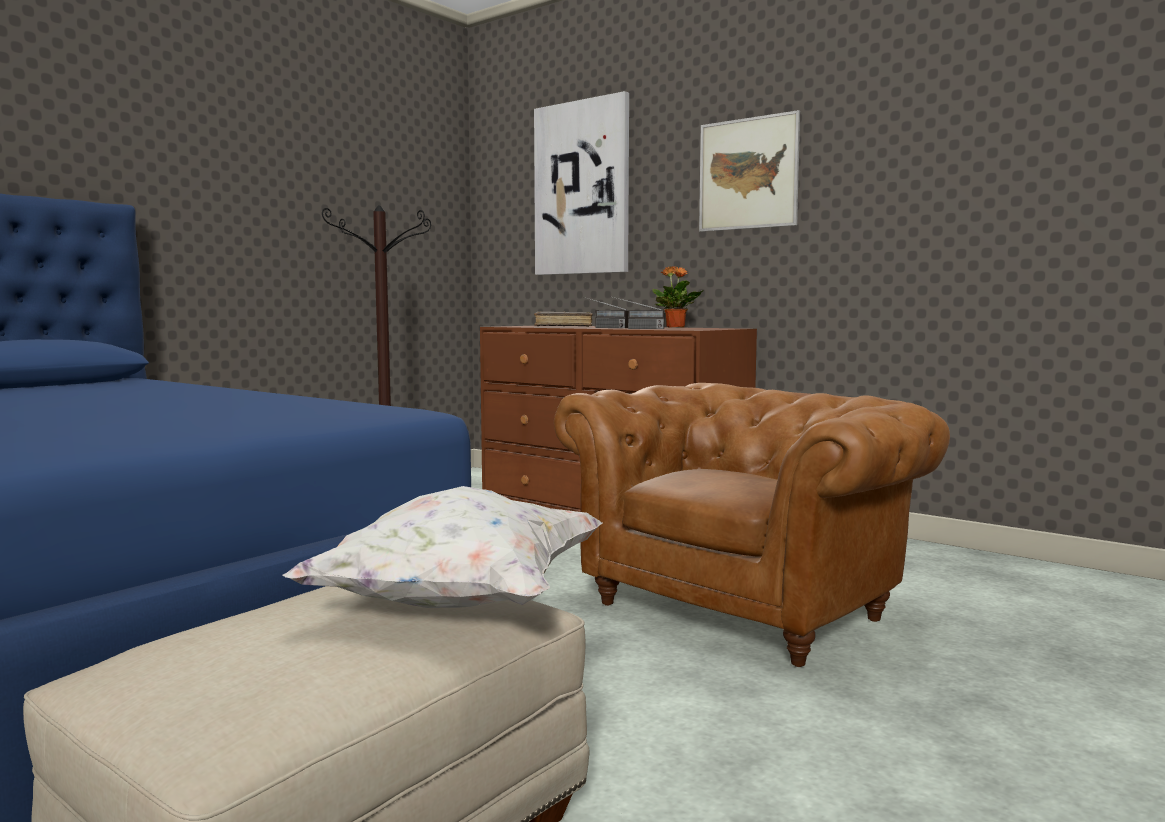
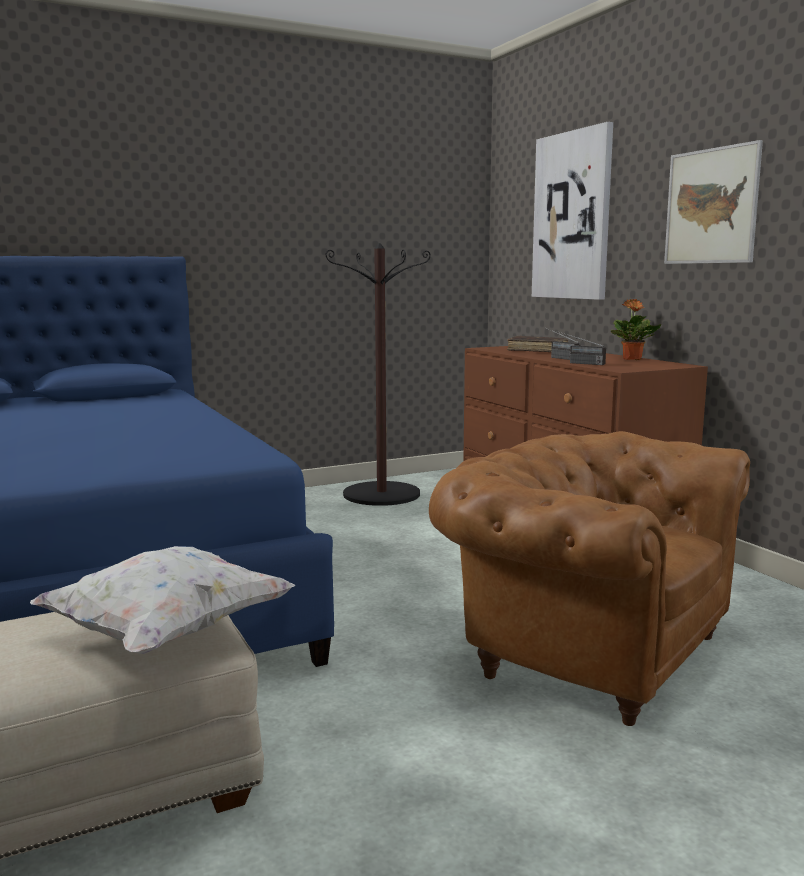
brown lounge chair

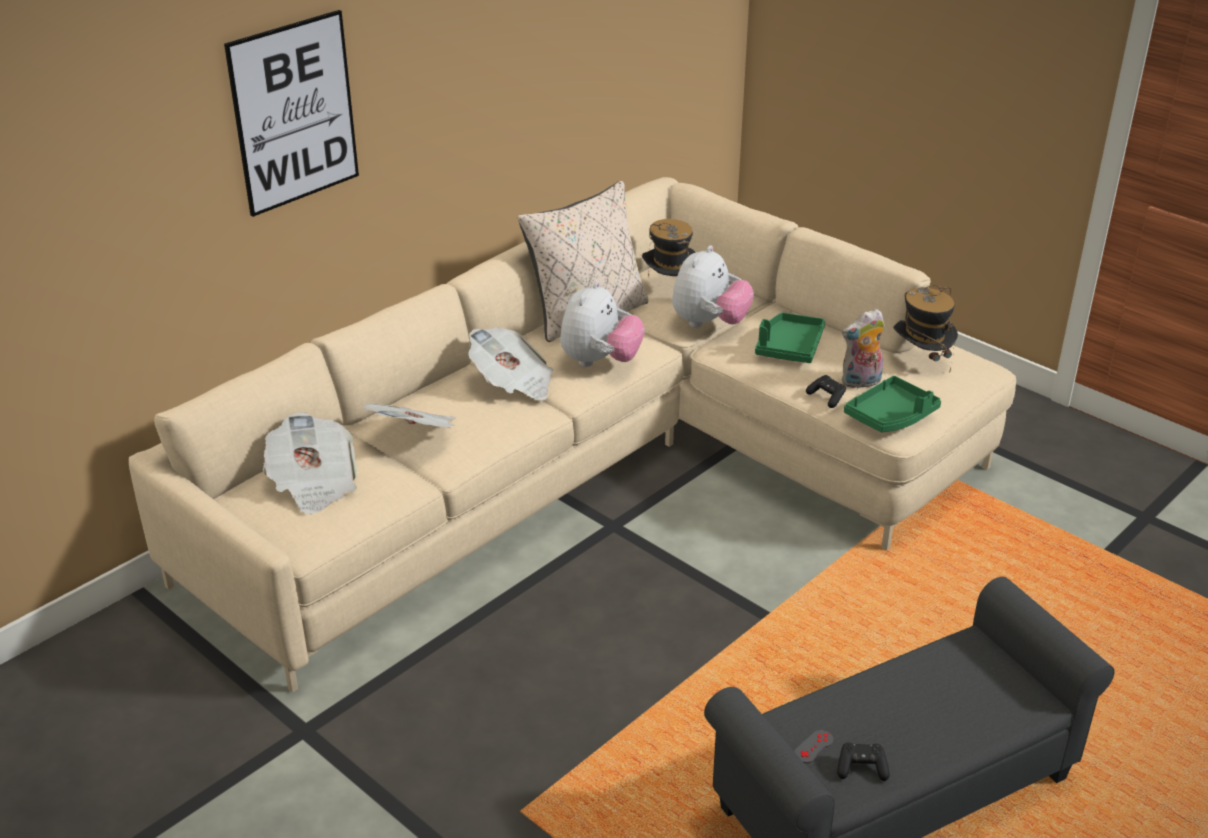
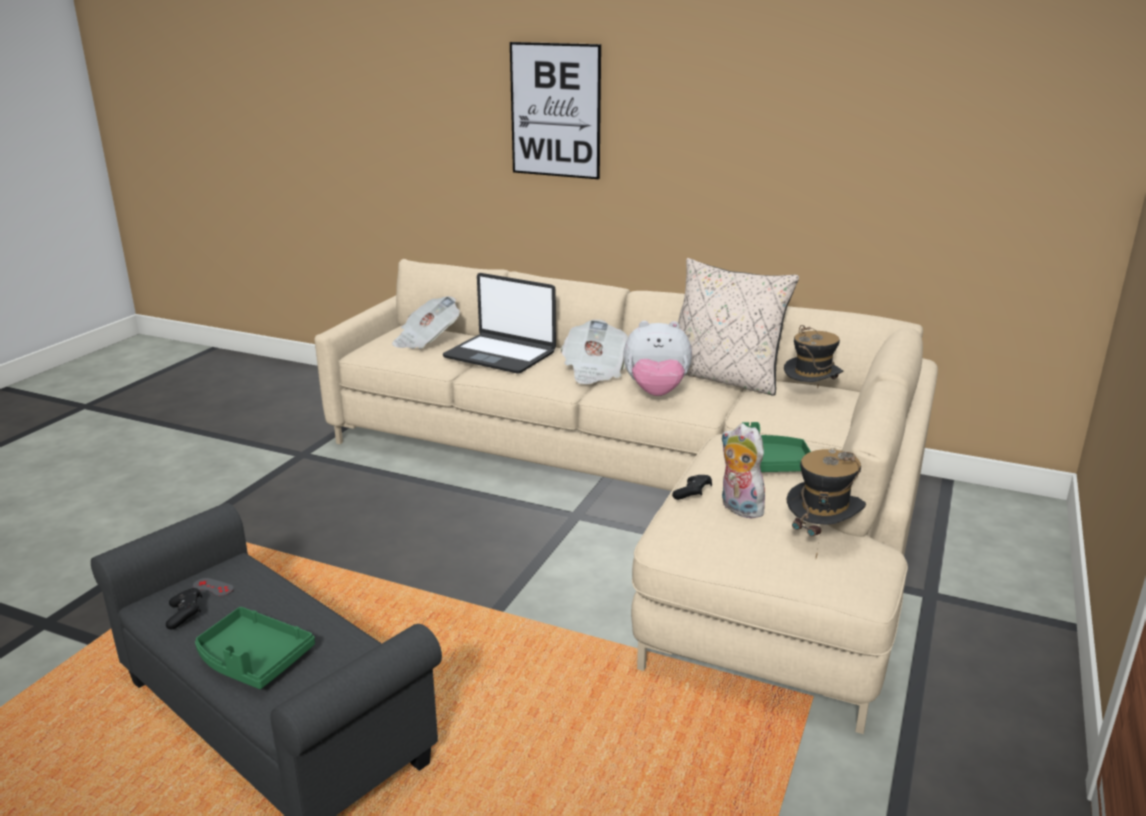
green tray (1st from left)
laptop
soft toy (2nd from left in the first image)

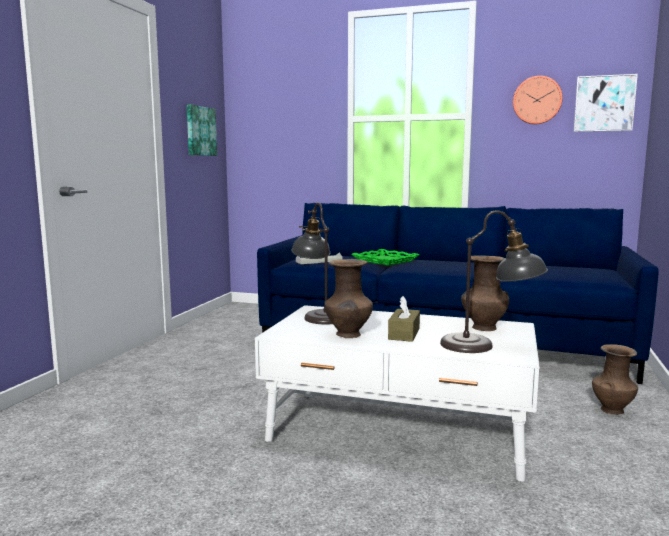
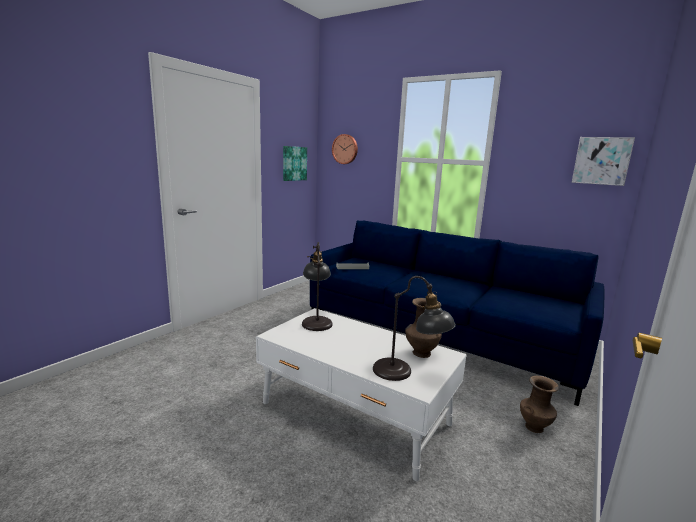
wall clock
brown flower vase (1st from left in the first image)
green tray
brown tissue box

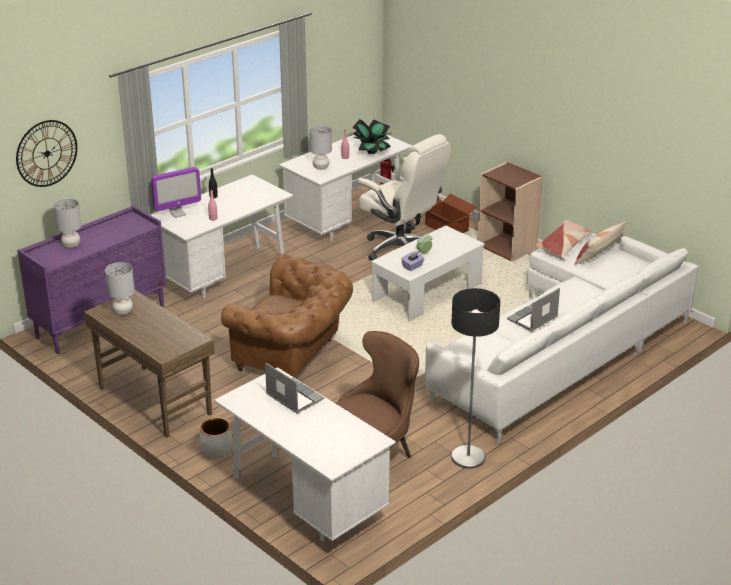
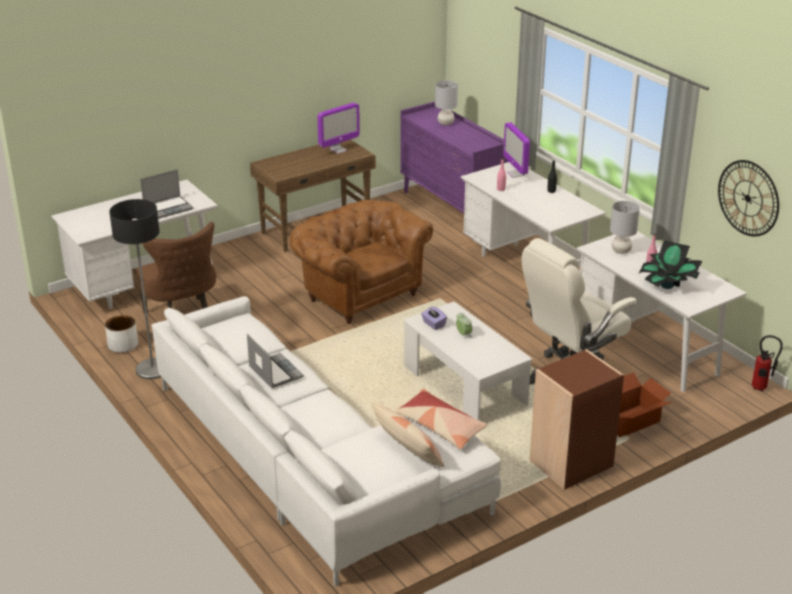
white-coloured plant pot
brown lounge chair
computer screen (1st from left)
wall clock

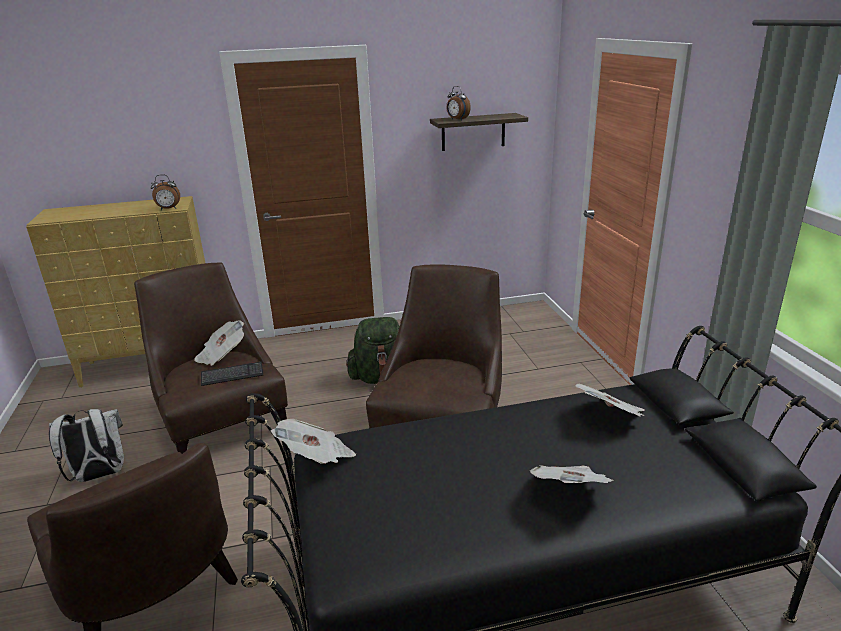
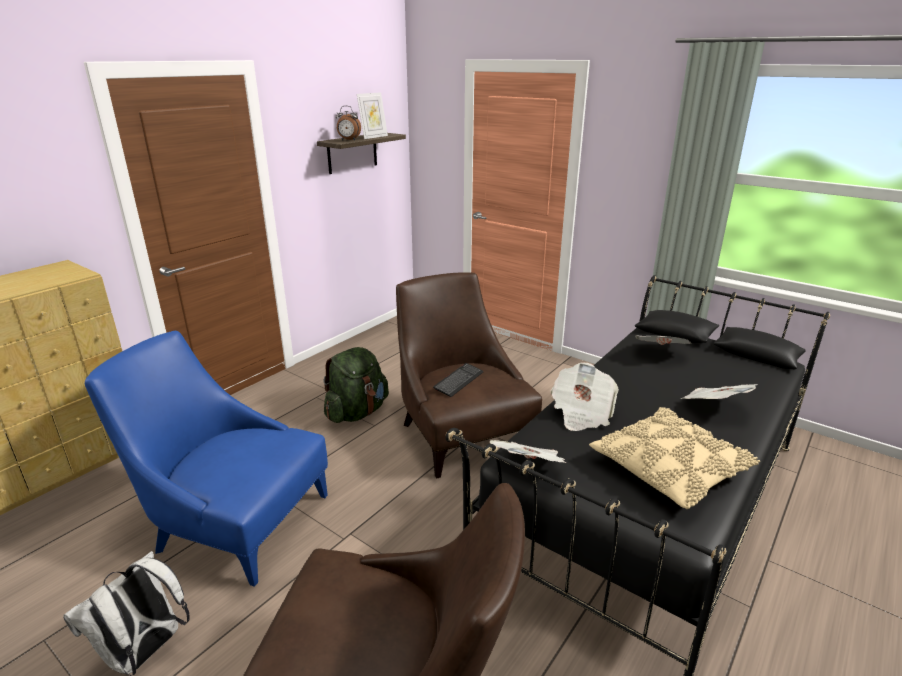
blue-coloured lounge chair
photo frame
computer keyboard
newspaper (2nd from left)
beige pillow
alarm clock (1st from left in the first image)

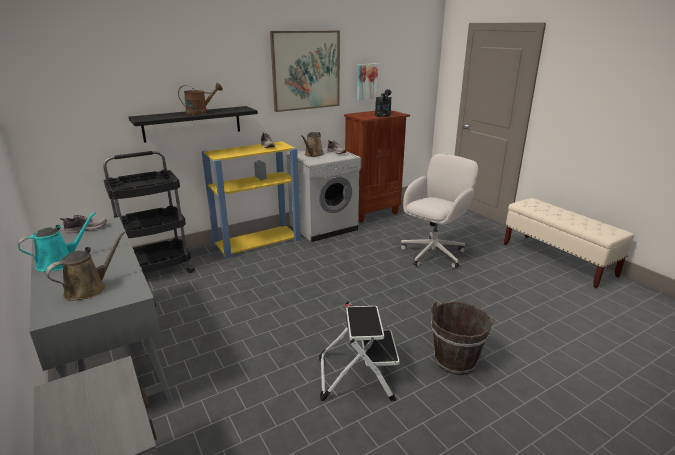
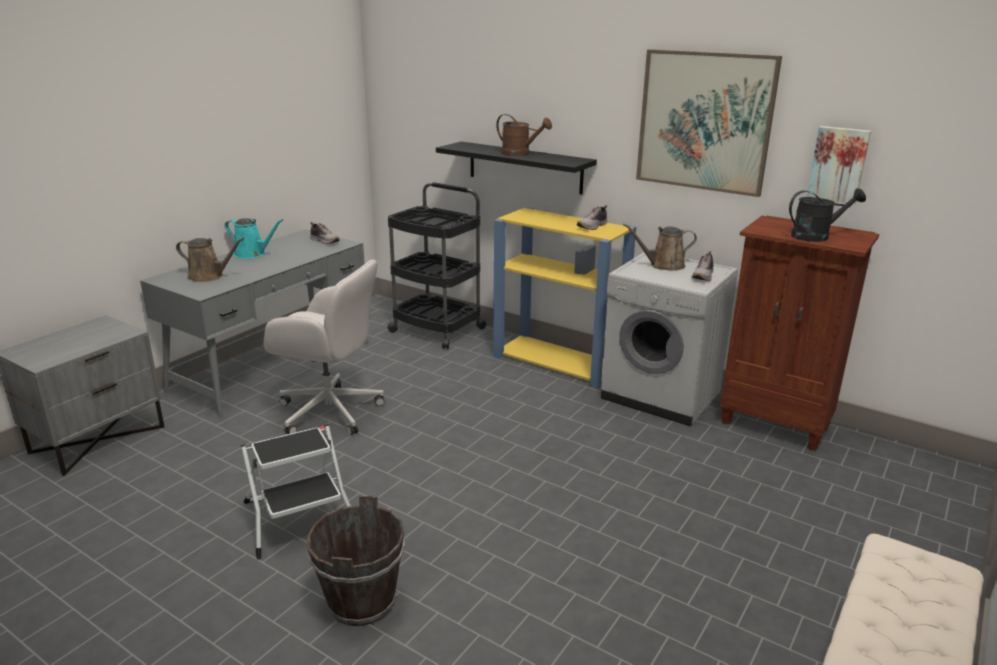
white-coloured computer chair

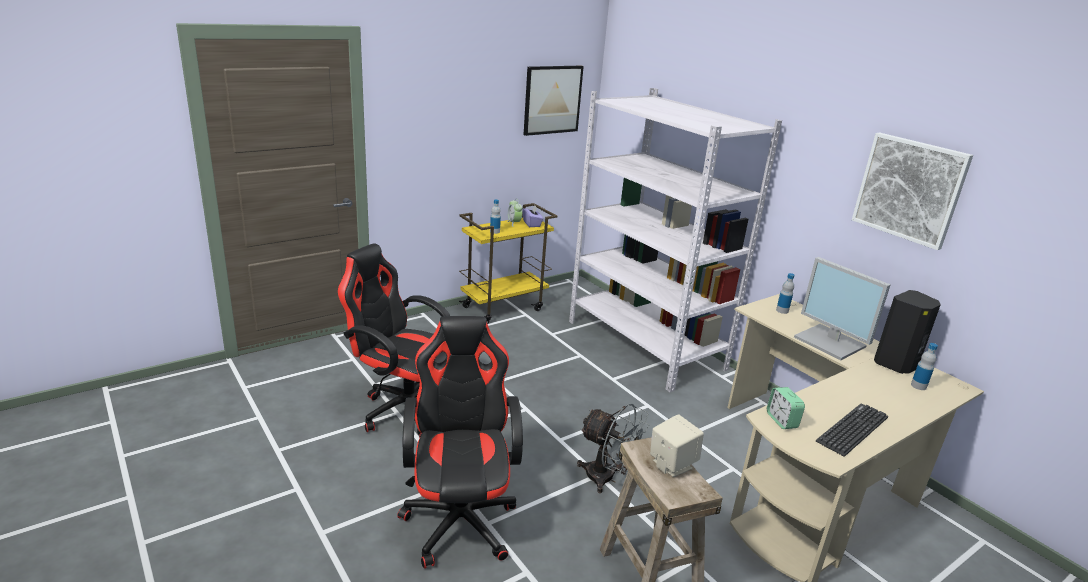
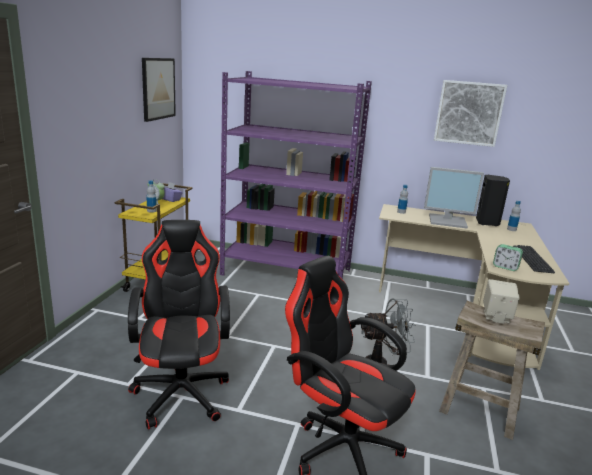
black computer chair (1st from left)
purple-coloured shelving unit

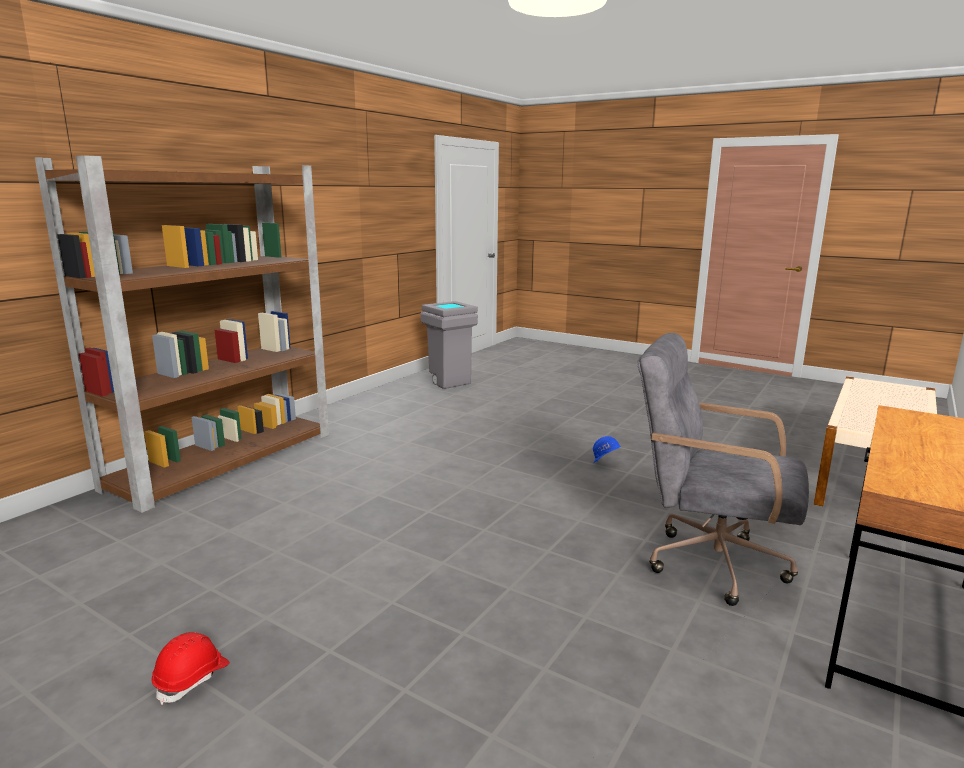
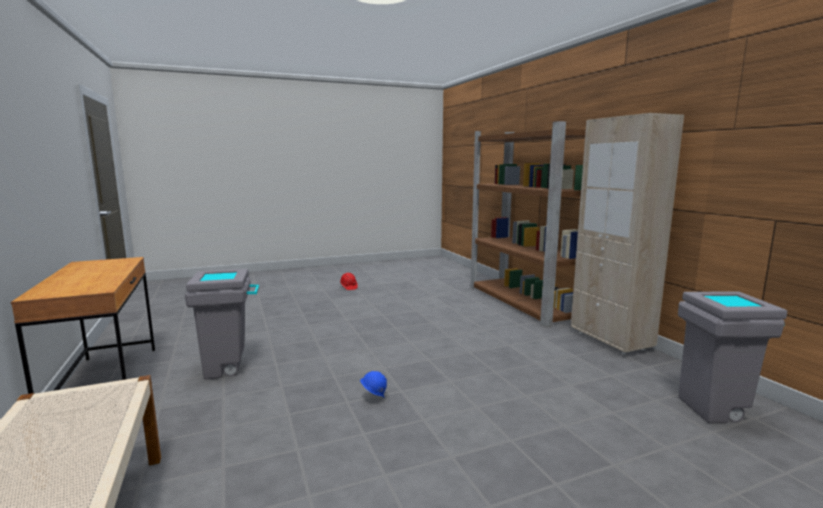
grey rubbish bin (1st from left)
beige cupboard

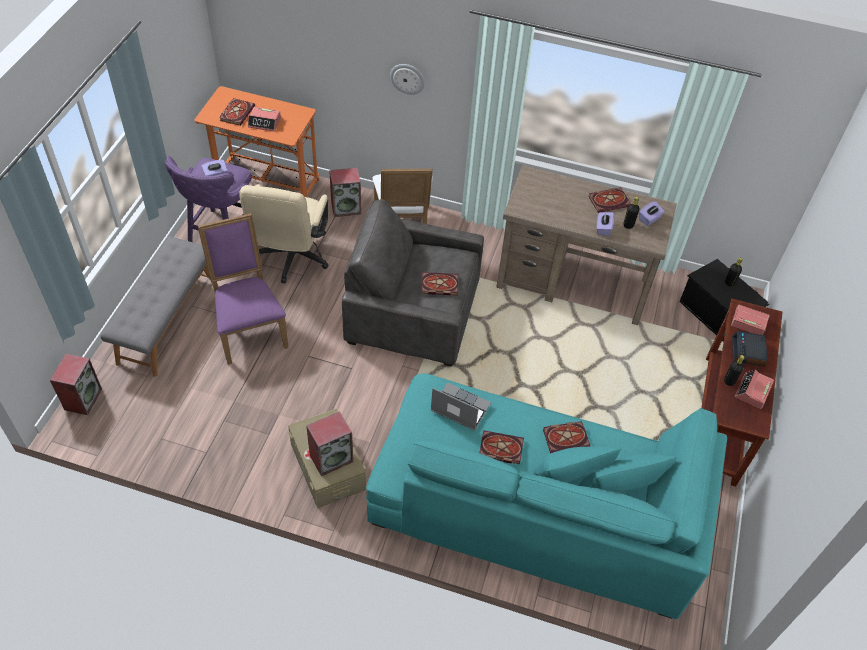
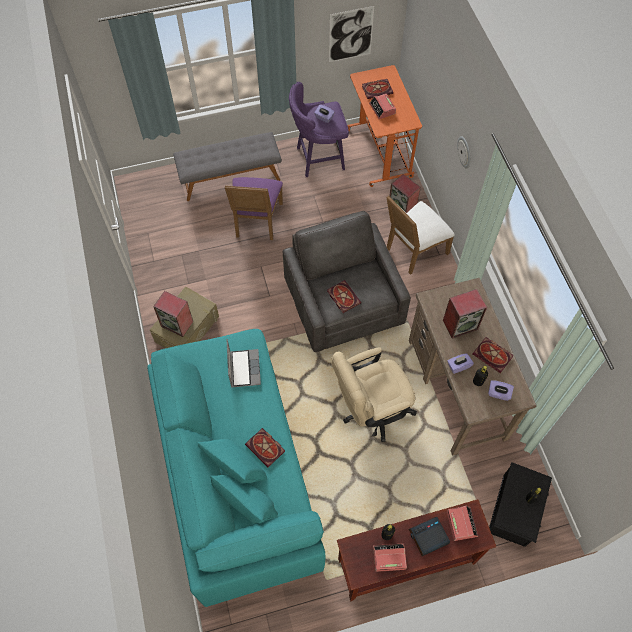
purple-coloured upright chair
picture
beige computer chair
loudspeaker (3rd from left)
bound book (3rd from left in the first image)

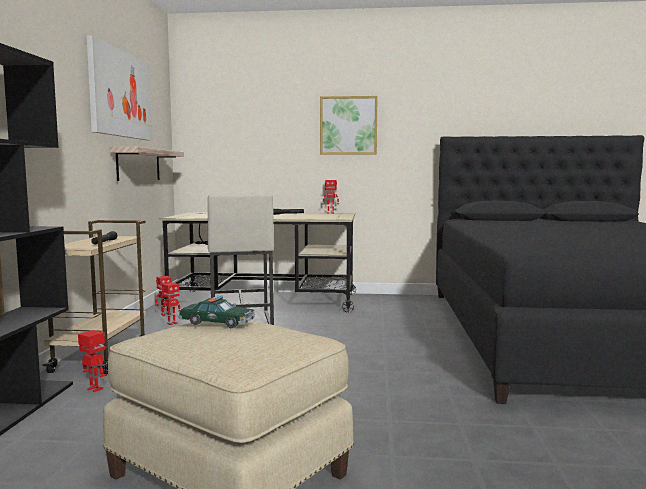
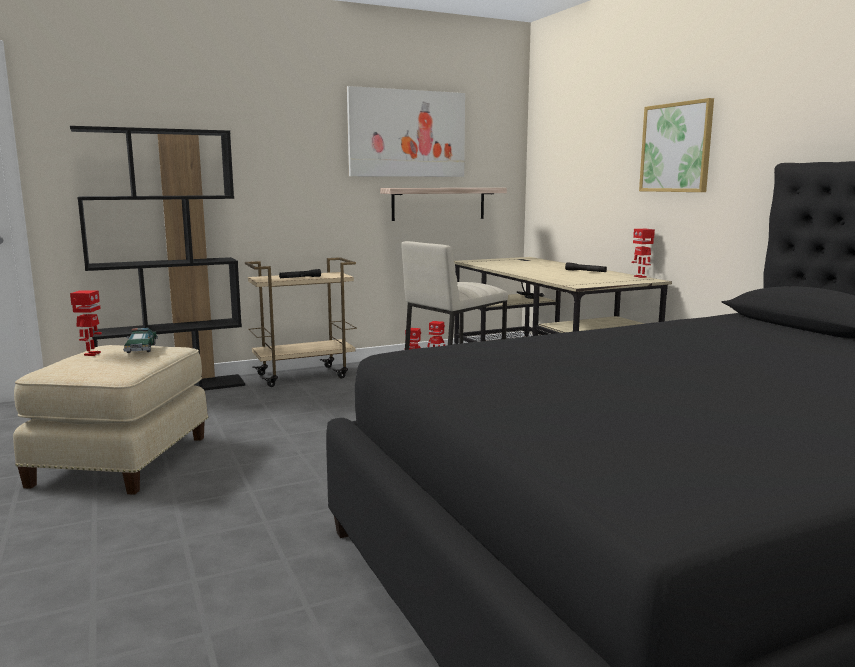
toy robot (1st from left)

